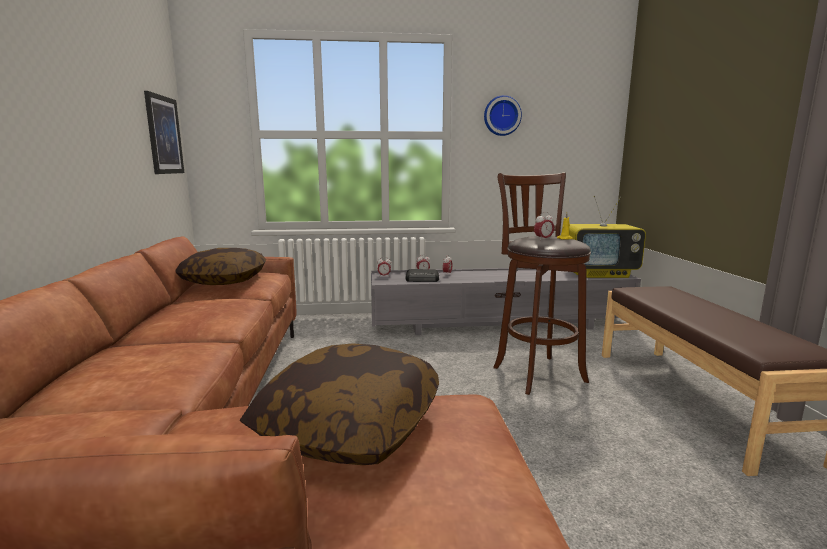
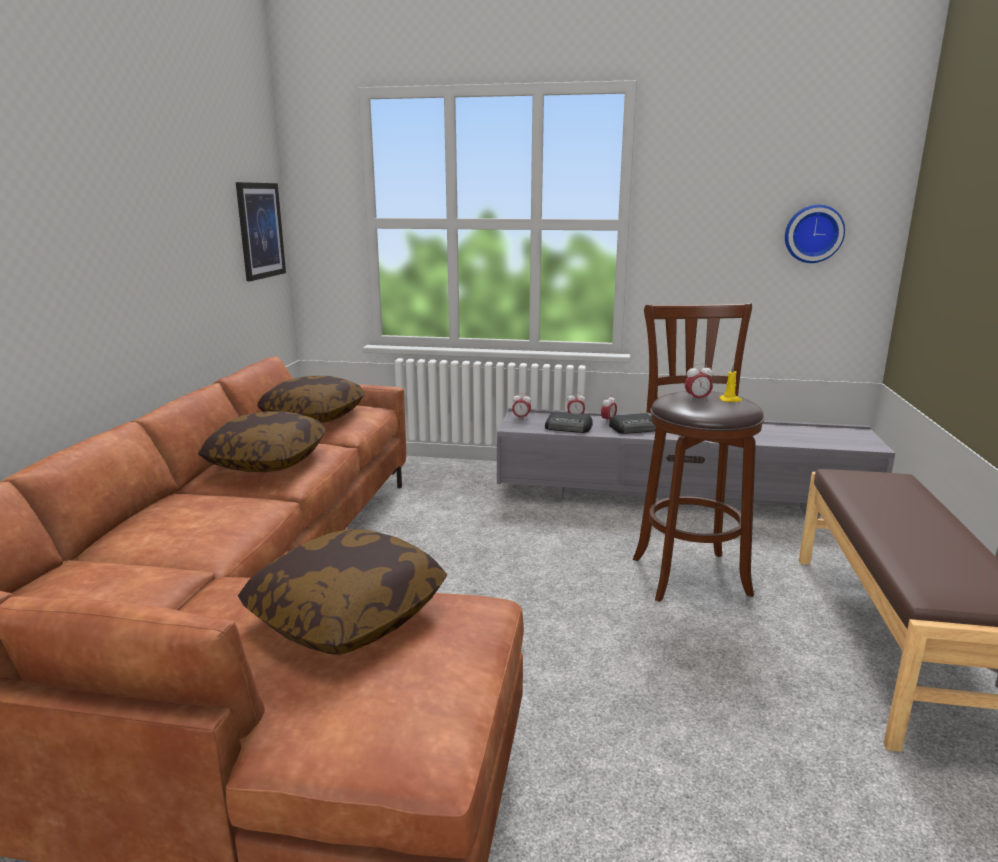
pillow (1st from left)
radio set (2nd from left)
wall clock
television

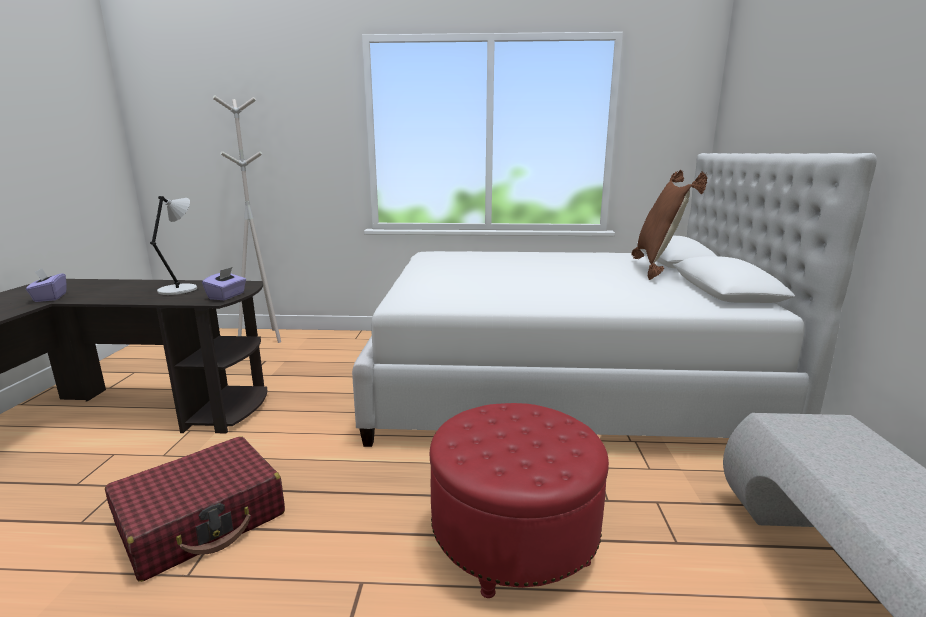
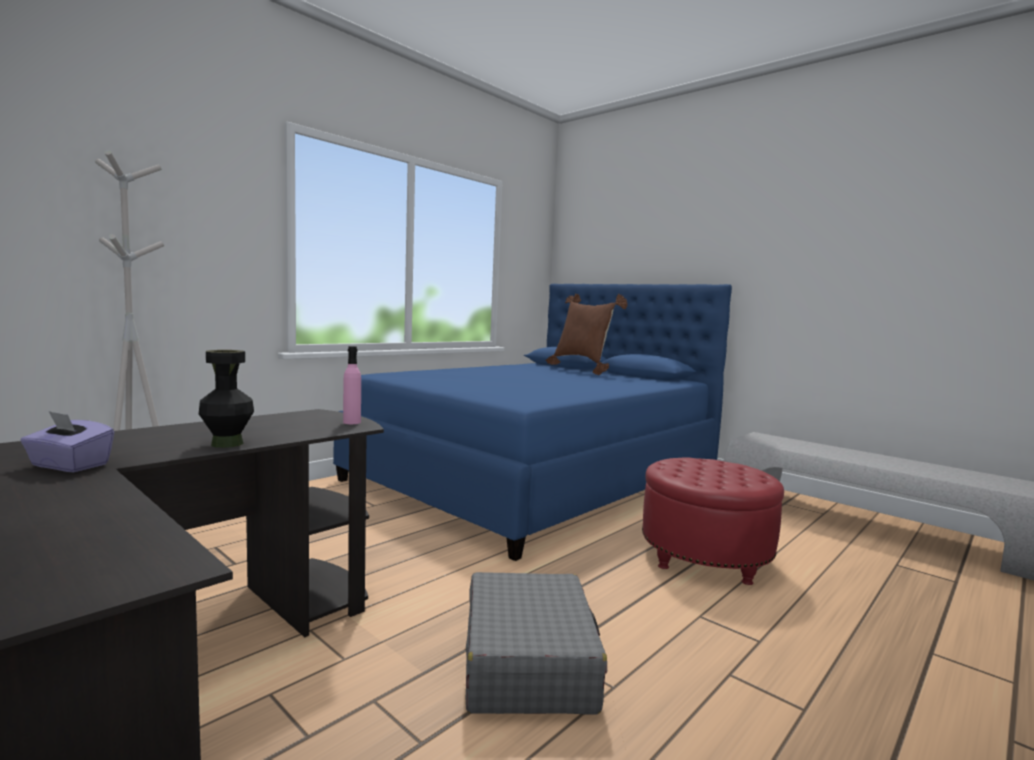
black flower vase
blue-coloured bed
pink drink bottle
grey piece of luggage
grey table lamp

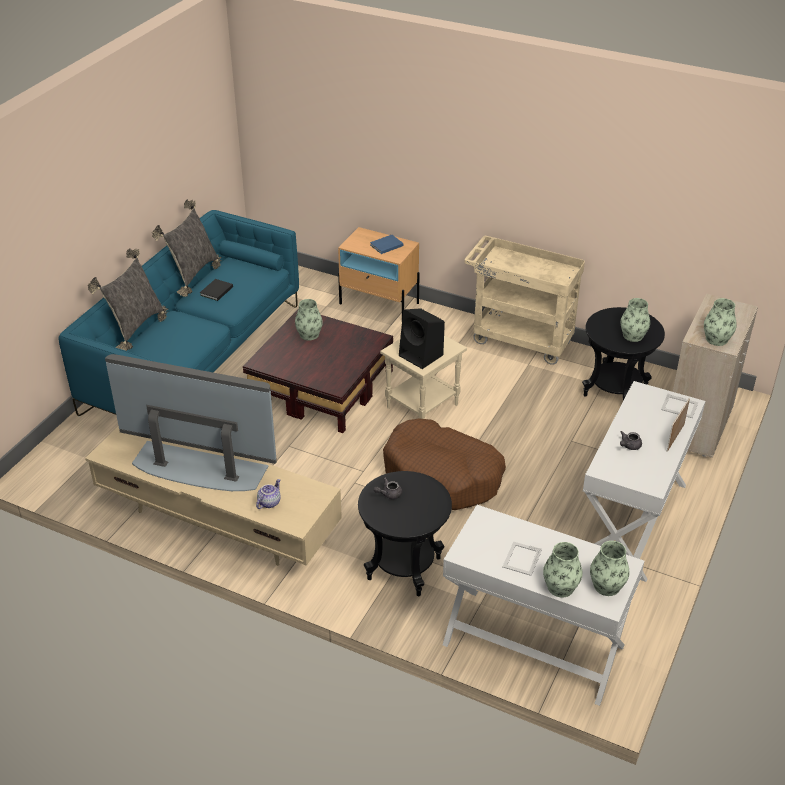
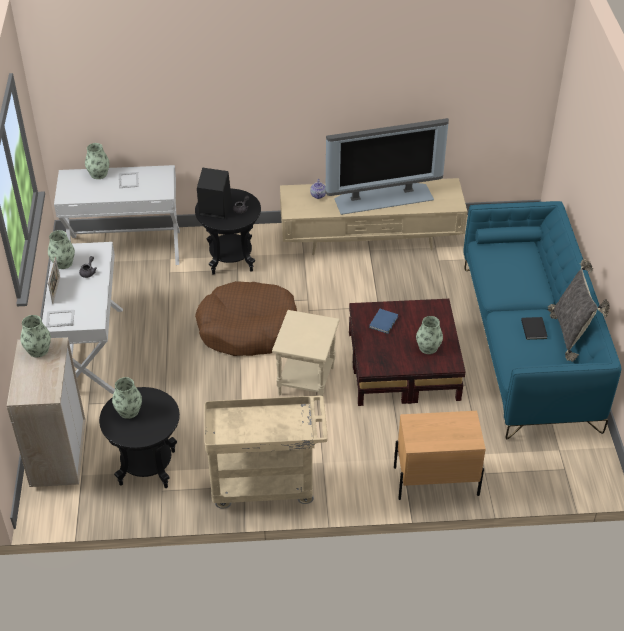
flower vase (2nd from left)
black loudspeaker
blue-coloured bound book
pillow (1st from left in the first image)

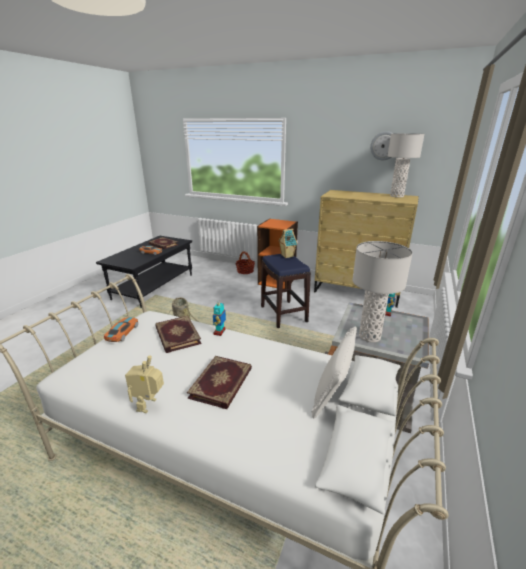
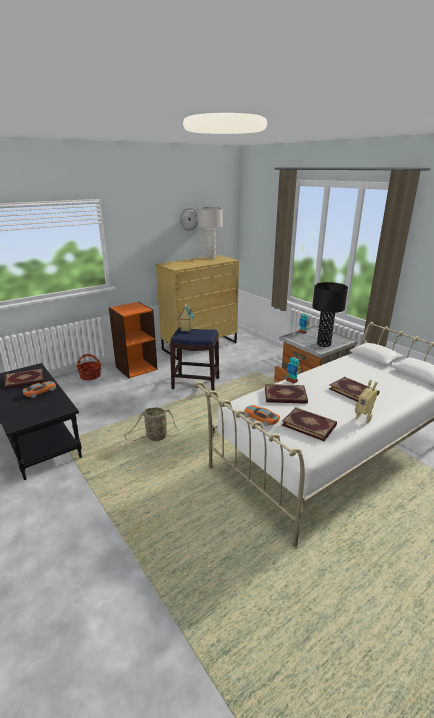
bound book (3rd from left)
black table lamp
white-coloured pillow

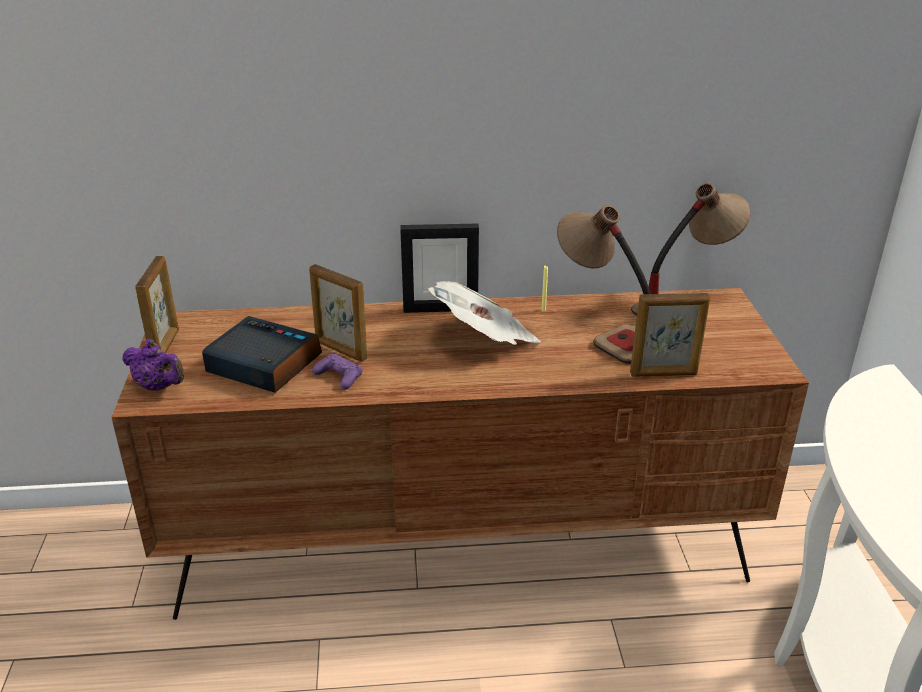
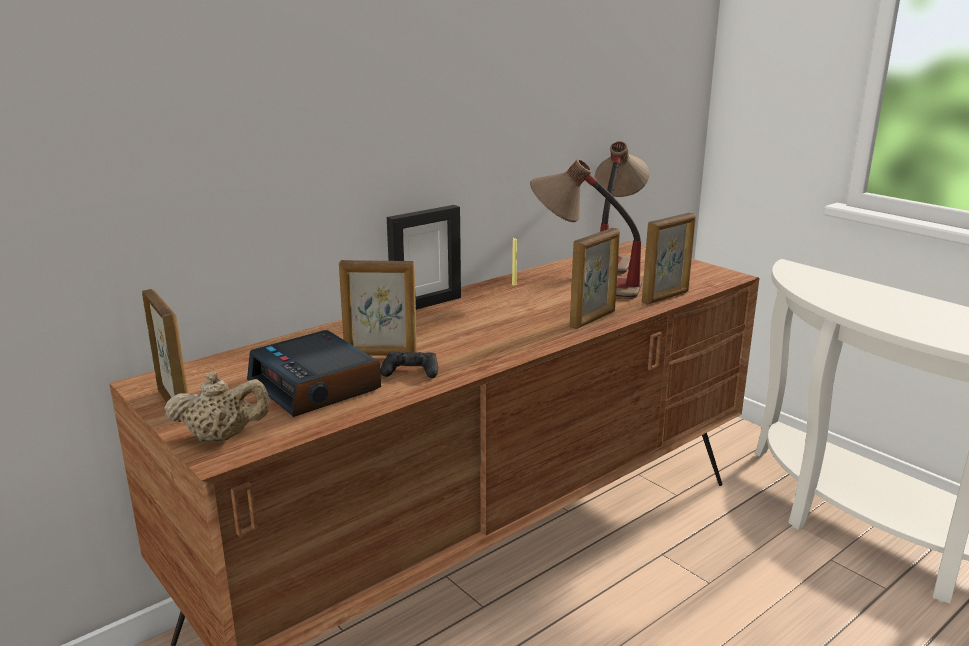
beige tea pot
alarm clock
black joypad
photo frame (4th from left)
newspaper

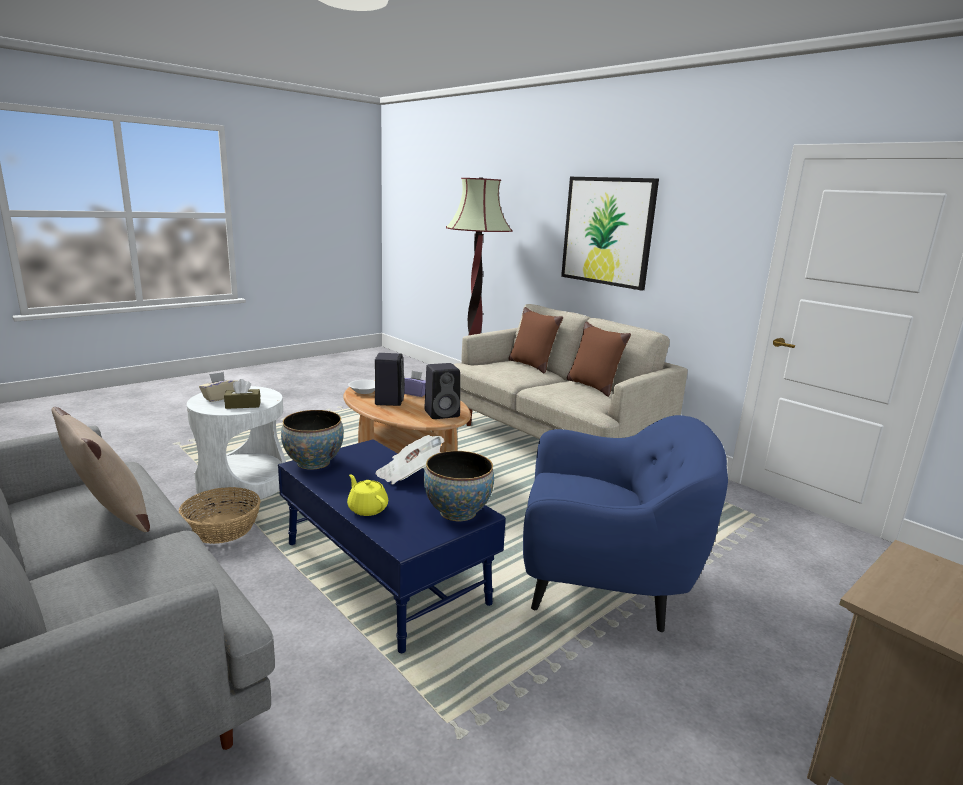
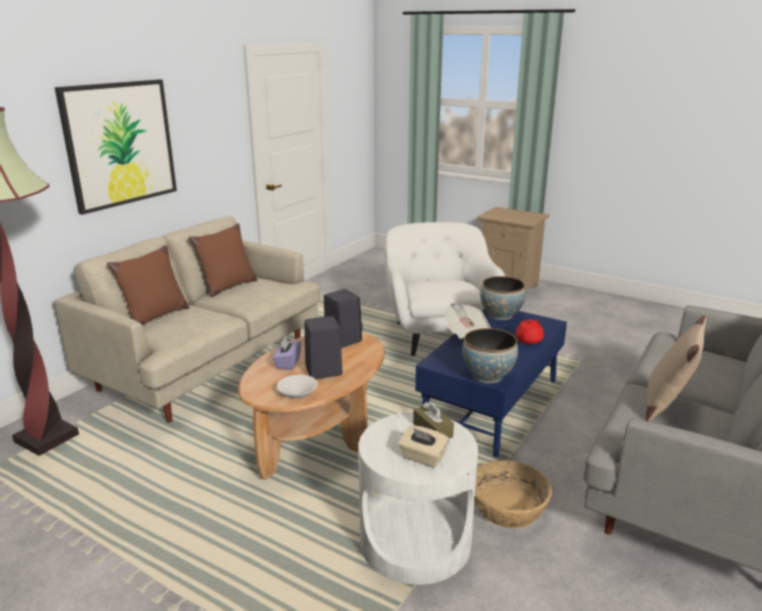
white-coloured lounge chair
red-coloured tea pot

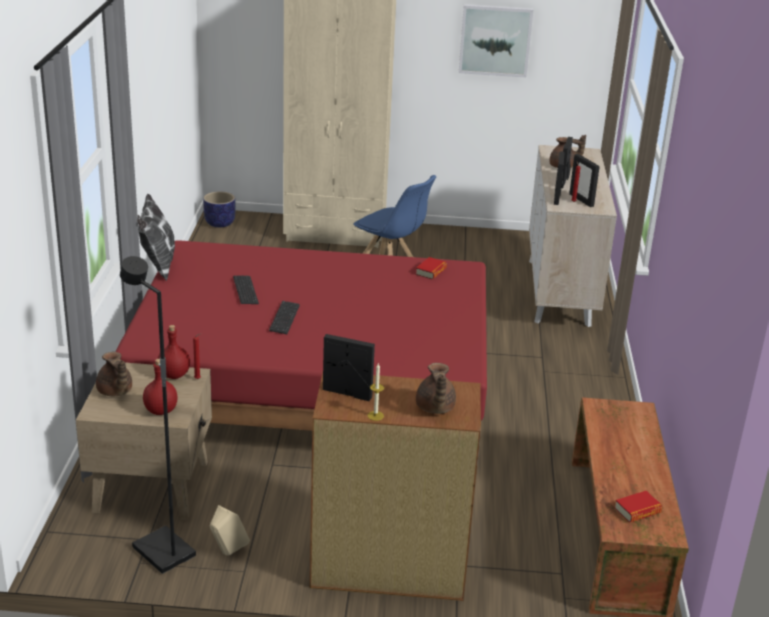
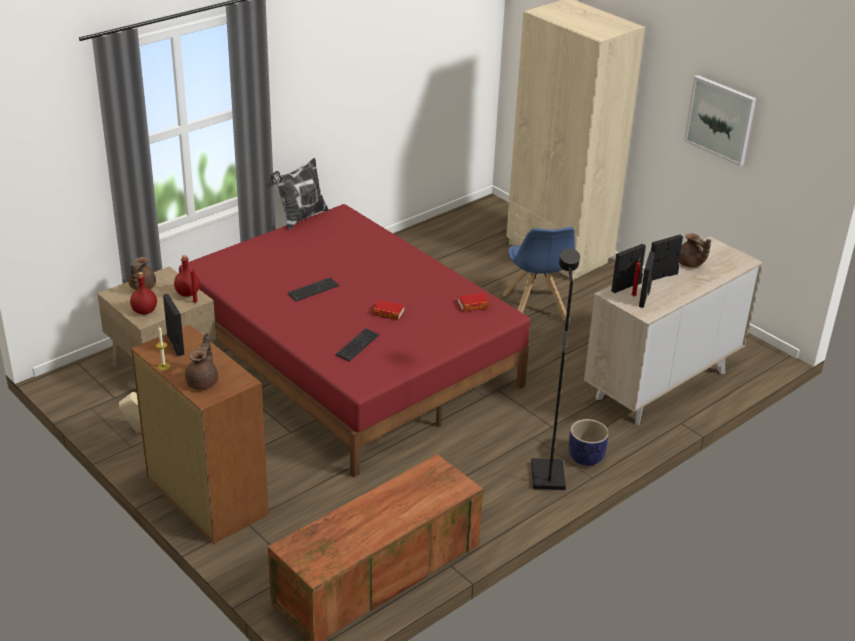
brown tea pot (2nd from left)
computer keyboard (2nd from left)
bound book (1st from left)
black standard lamp
plant pot

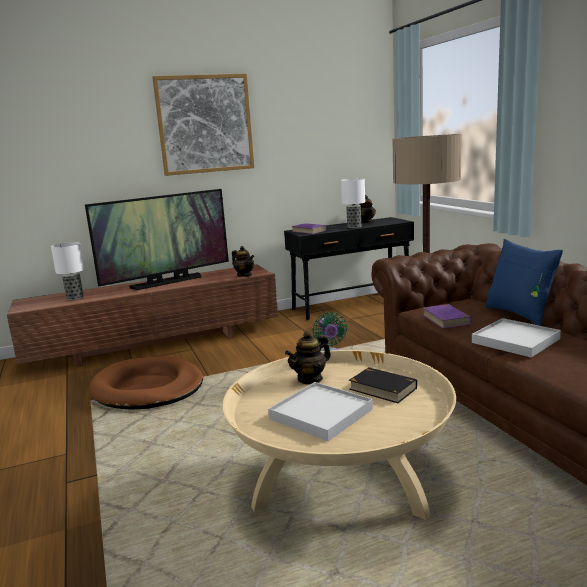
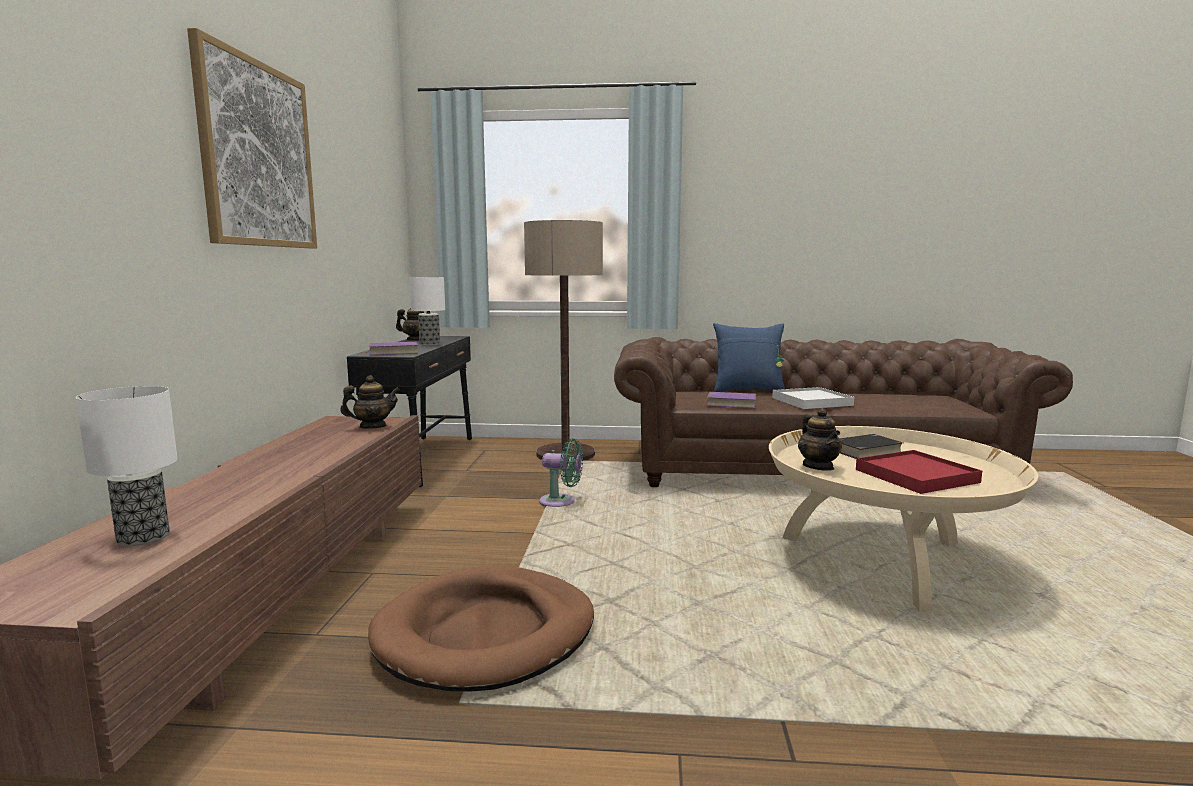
red-coloured tray
television

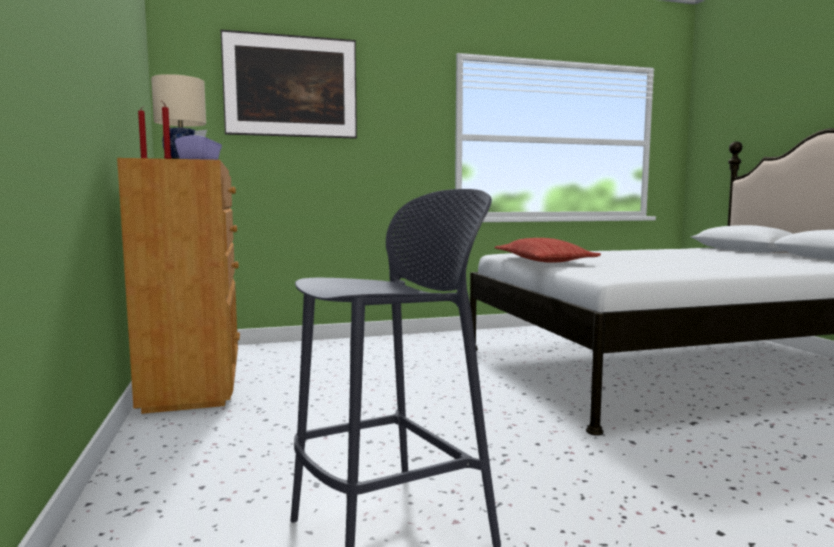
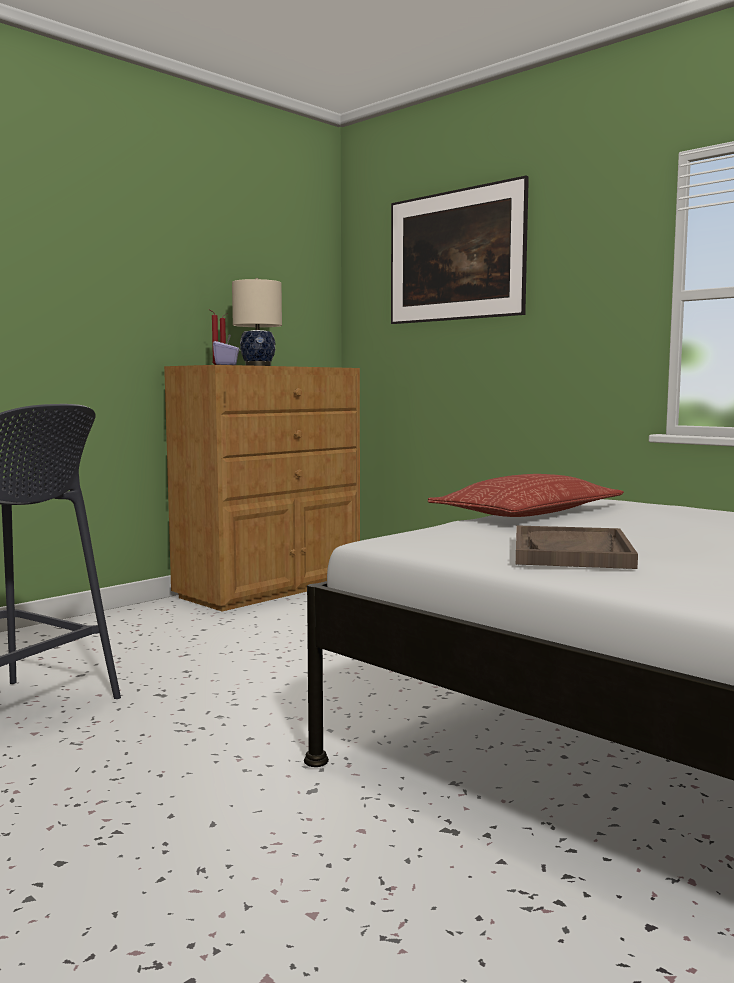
brown tray

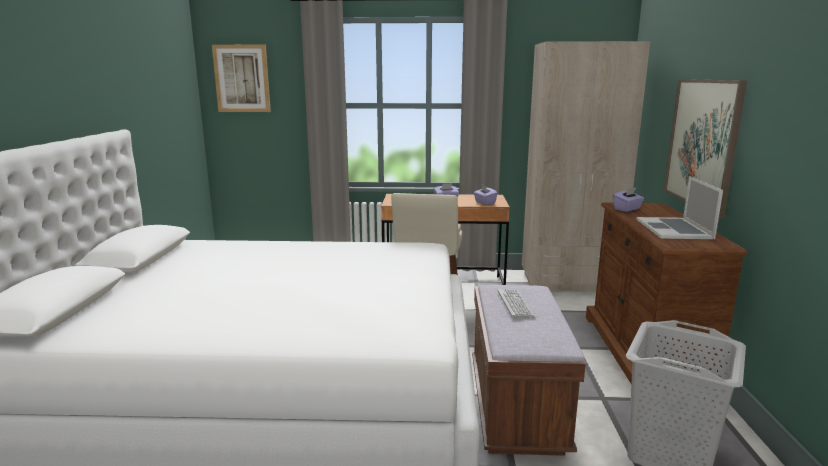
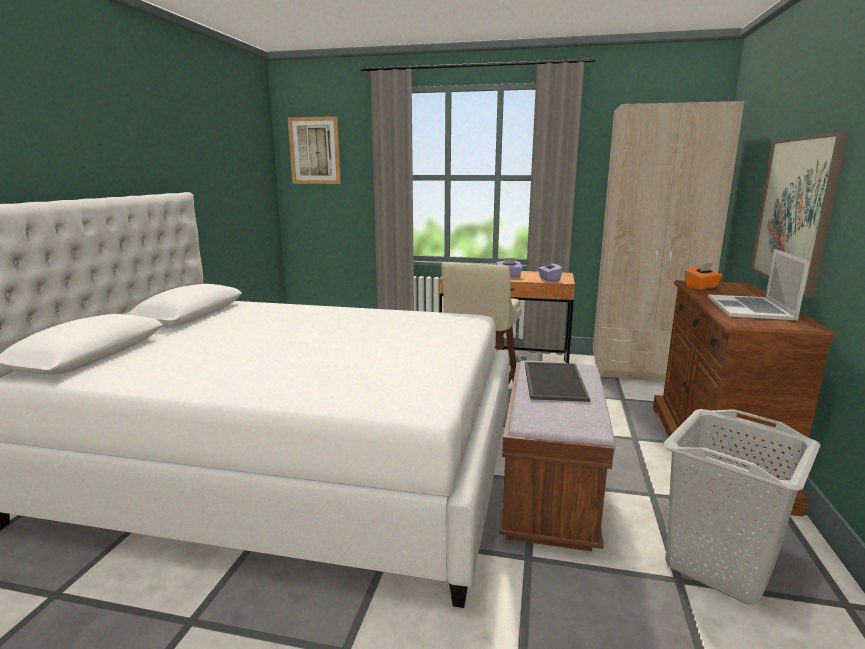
tray
orange tissue box

